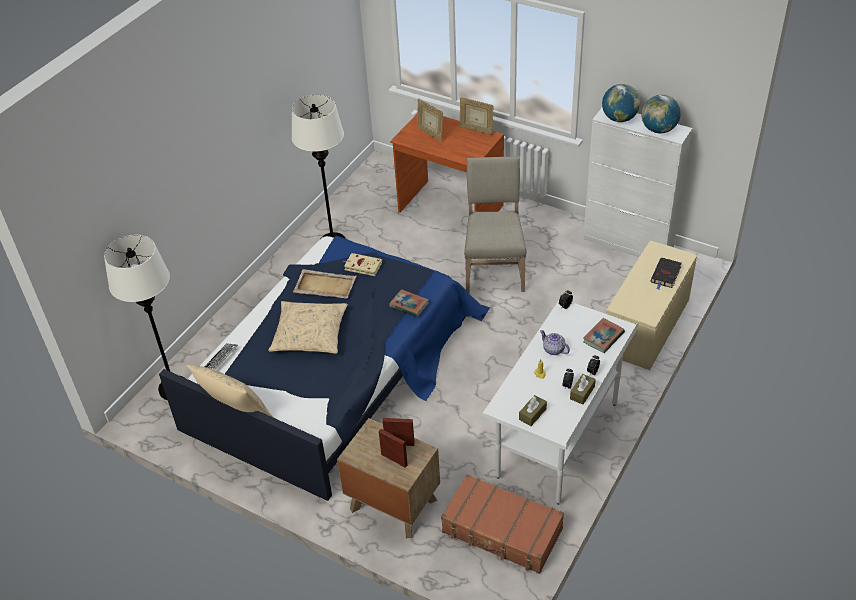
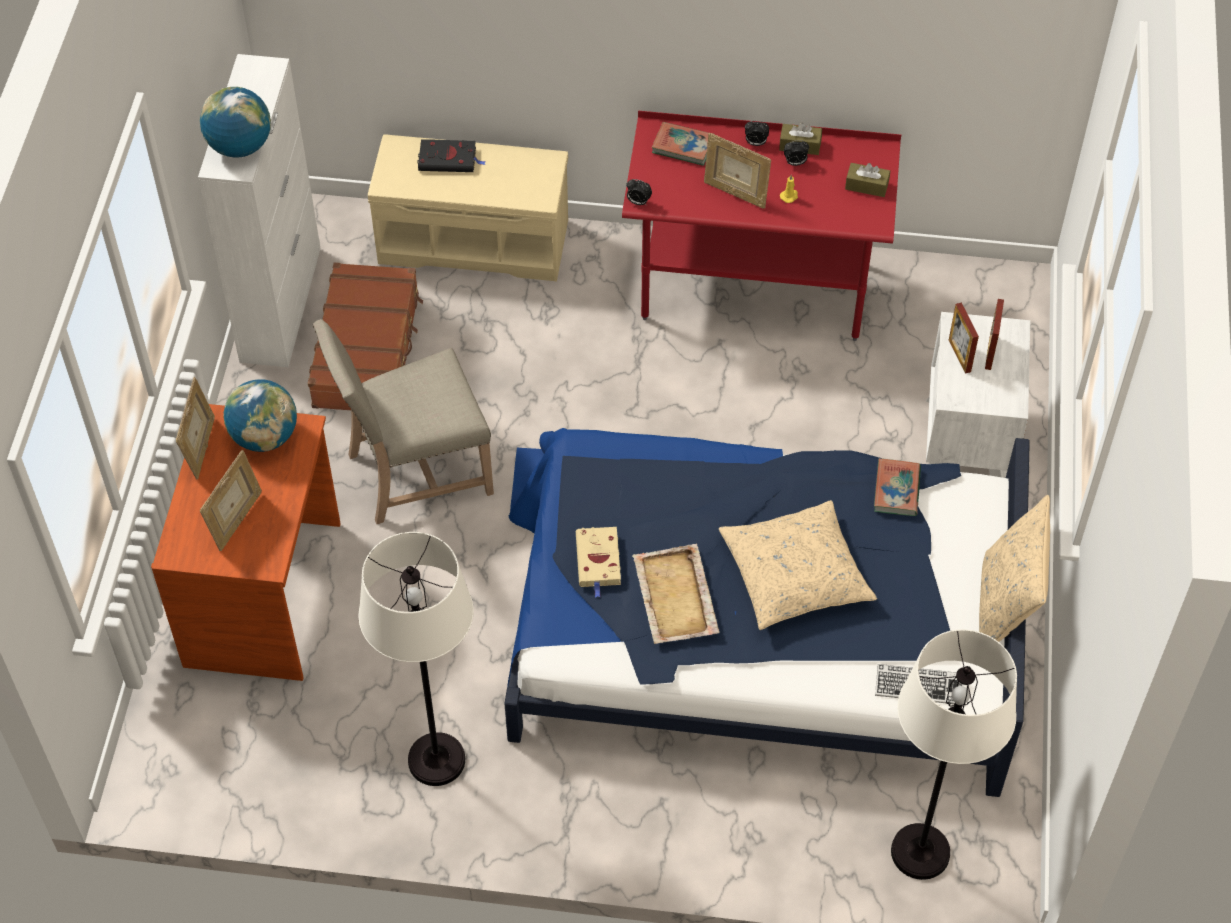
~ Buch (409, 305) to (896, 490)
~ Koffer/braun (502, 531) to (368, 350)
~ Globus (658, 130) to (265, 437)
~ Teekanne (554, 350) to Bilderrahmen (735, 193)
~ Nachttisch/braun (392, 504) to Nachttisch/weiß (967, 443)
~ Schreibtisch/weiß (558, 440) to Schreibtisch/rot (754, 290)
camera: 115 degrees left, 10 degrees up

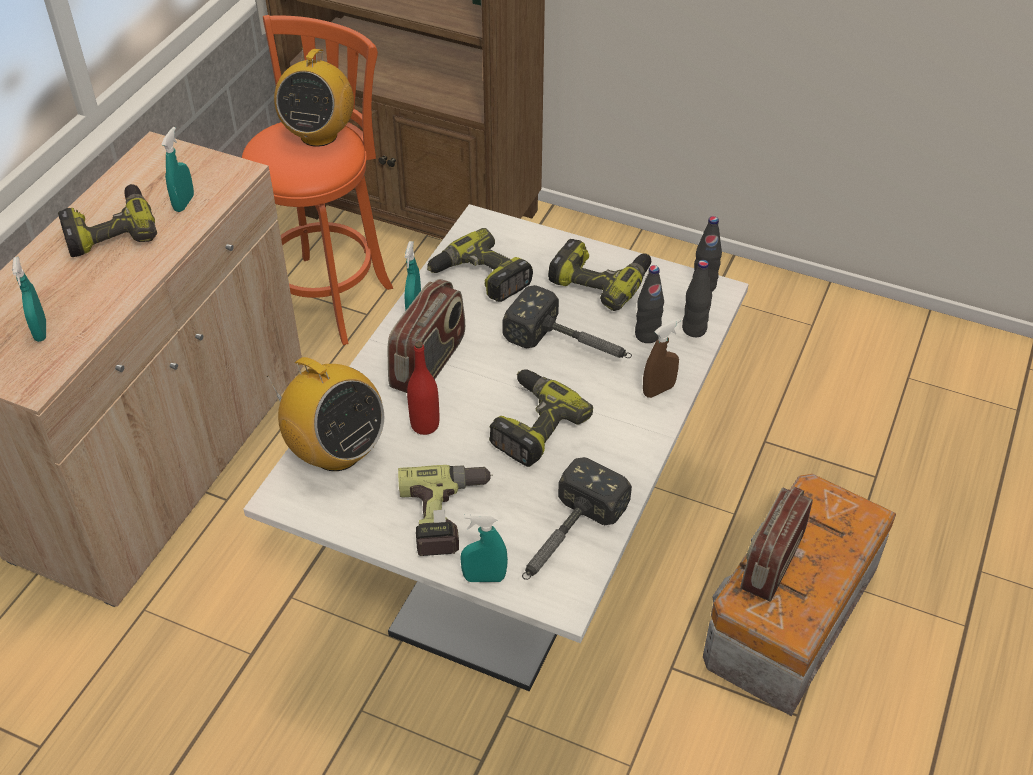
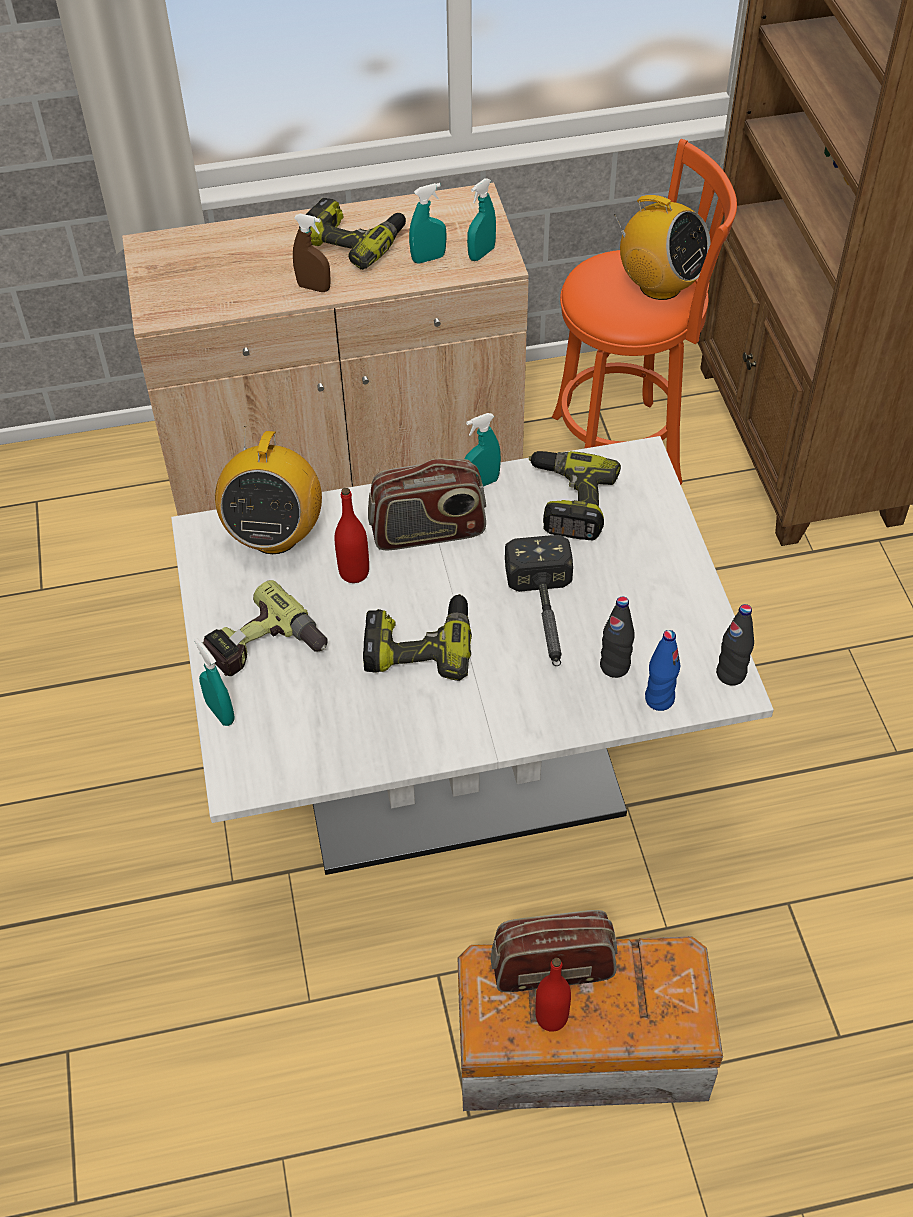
- Hammer (565, 539)
- Bohrmaschine (600, 280)
+ Flasche/rot (551, 1017)
~ Sprühflasche/türkis (41, 331) to (481, 254)
~ Sprühflasche/braun (658, 390) to (314, 287)
~ Flasche/schwarz (694, 329) to Flasche/blau (659, 699)
~ Radio (319, 135) = (659, 286) 120 degrees counterclockwise
camera: 55 degrees right, 5 degrees up

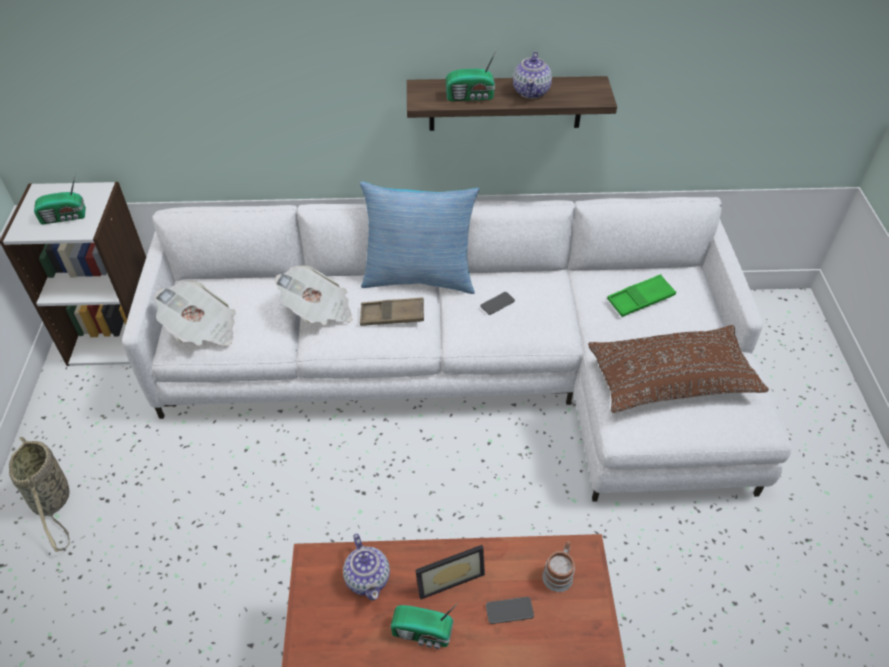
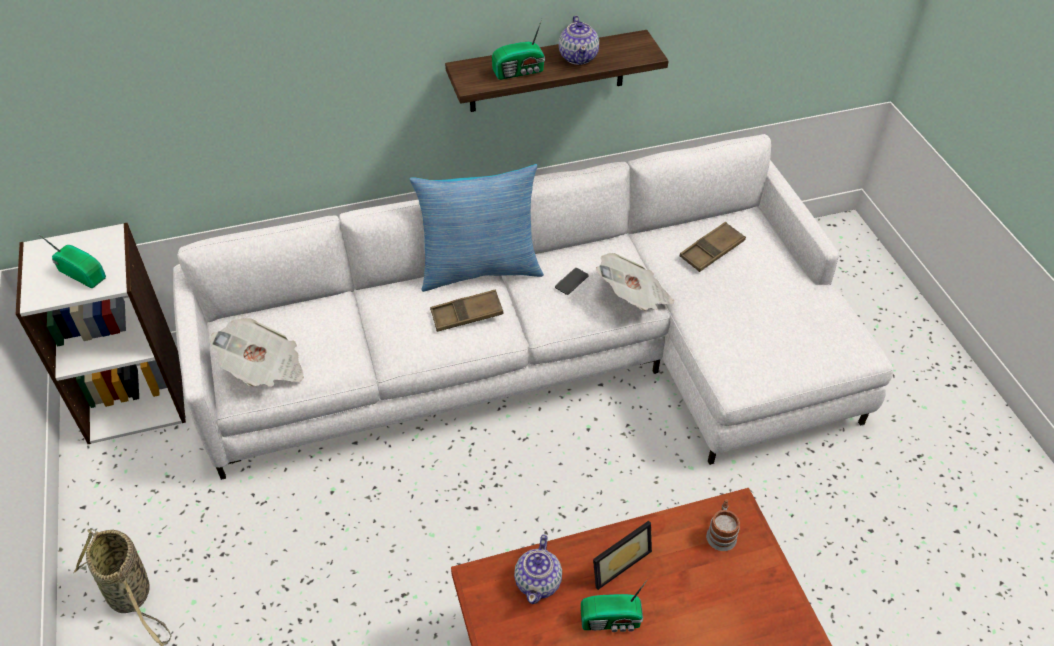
- Handy (509, 610)
- Kissen/braun (671, 380)
~ Zeitung (318, 310) to (634, 297)
~ Tablett/grün (640, 299) to Tablett/braun (712, 251)
~ Radio (65, 217) = (82, 273) 120 degrees counterclockwise
~ Teekanne (368, 578) = (538, 582) 45 degrees clockwise
camera: 15 degrees left, 0 degrees up

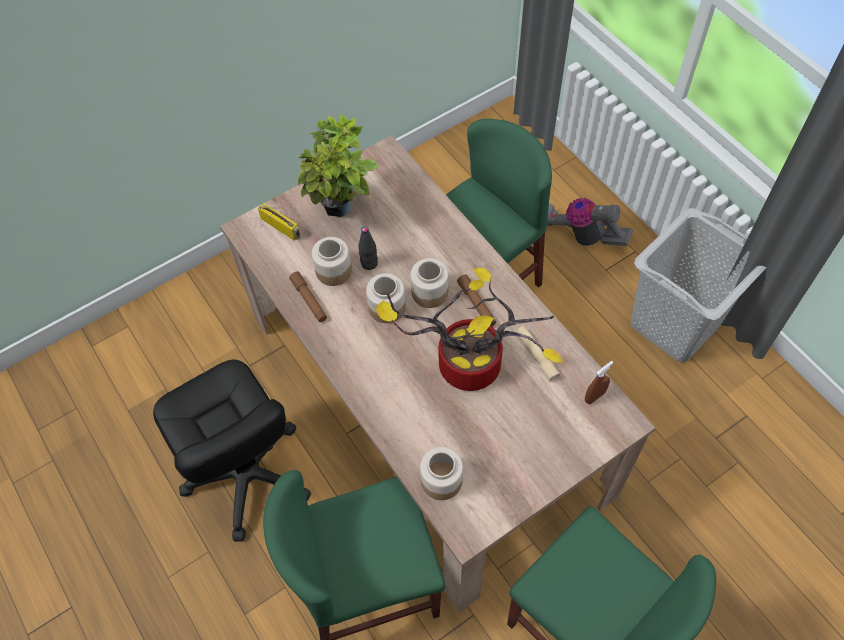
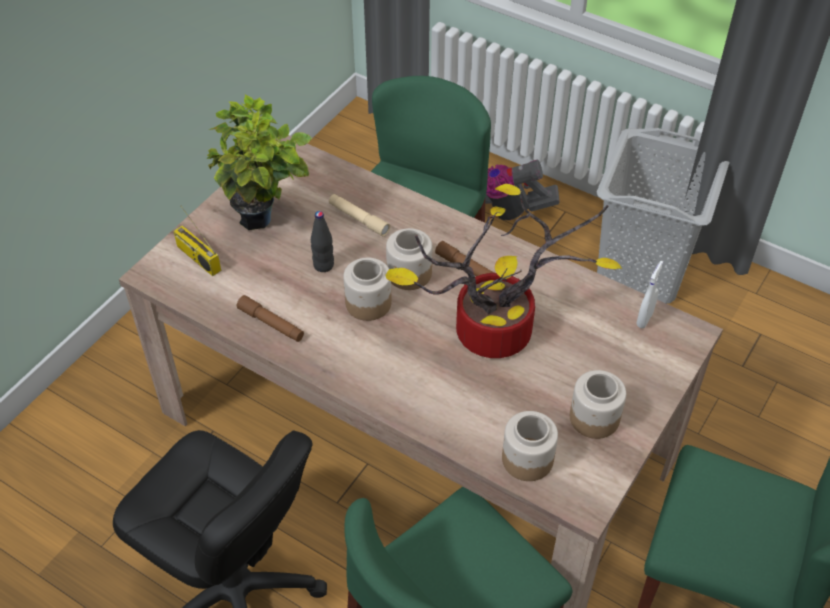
~ Vorratsglas (333, 271) to (594, 418)
~ Taschenlampe/beige (537, 356) to (358, 219)
~ Sprühflasche/braun (594, 396) to Sprühflasche/weiß (644, 319)
~ Radio (281, 227) = (197, 258) 150 degrees counterclockwise
camera: 25 degrees left, 10 degrees down

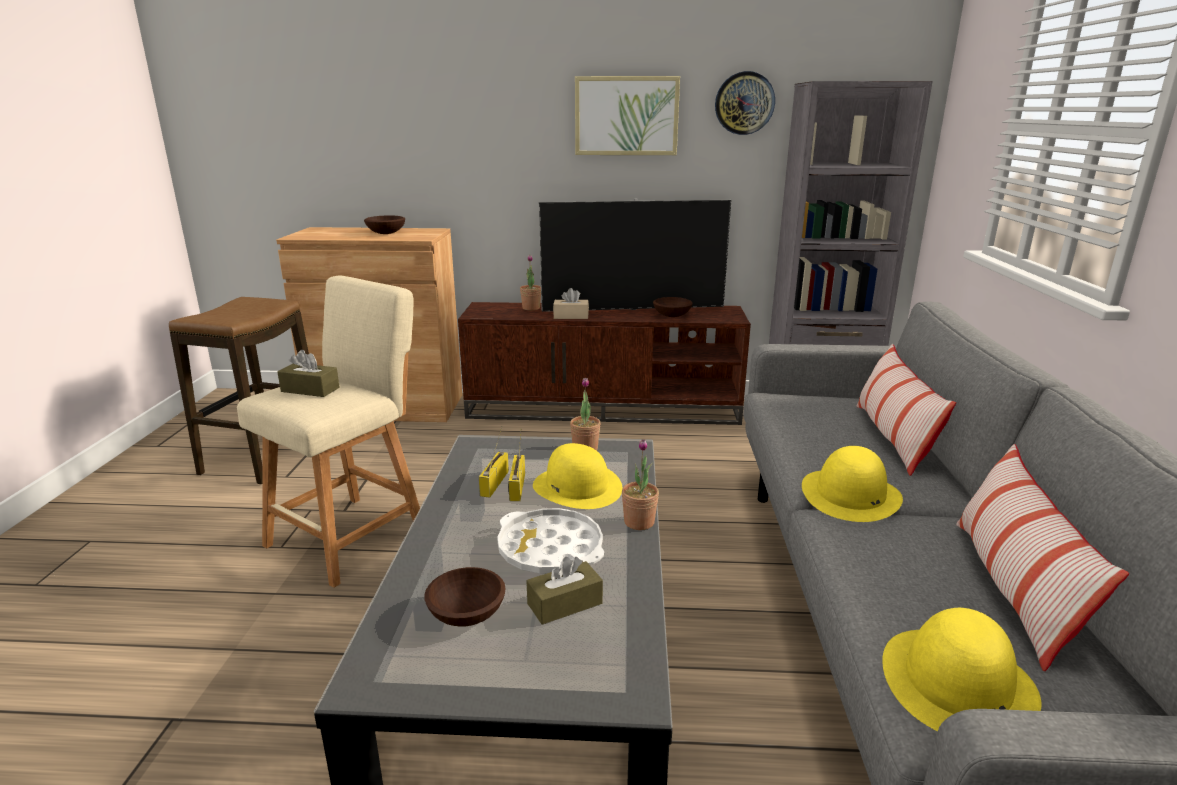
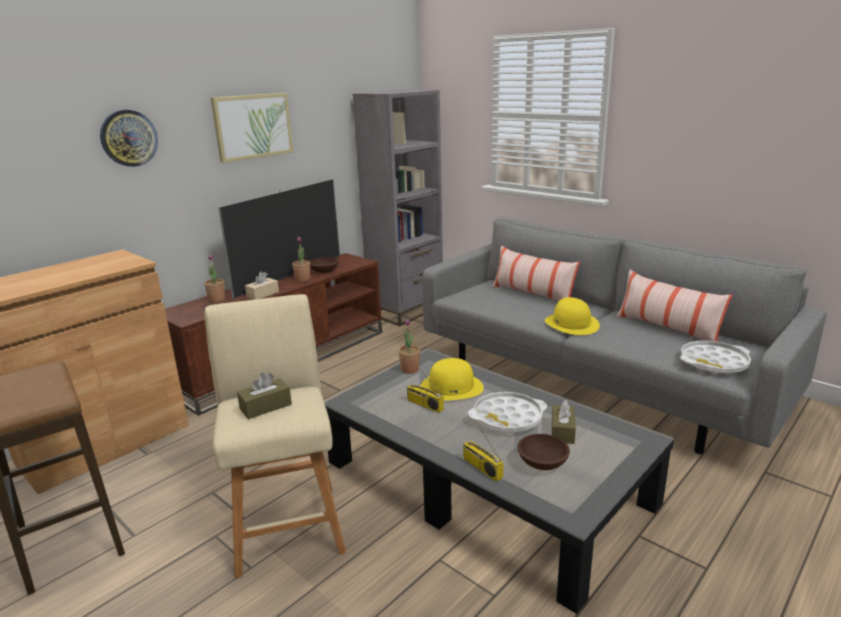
- Schüssel/braun (385, 233)
~ Radio (494, 482) to (481, 468)
~ Topfpflanze (639, 522) to (302, 279)
~ Wanduhr (744, 103) to (129, 138)
~ Hut/gelb (957, 683) to Tablett/weiß (713, 362)
camera: 50 degrees left, 0 degrees up

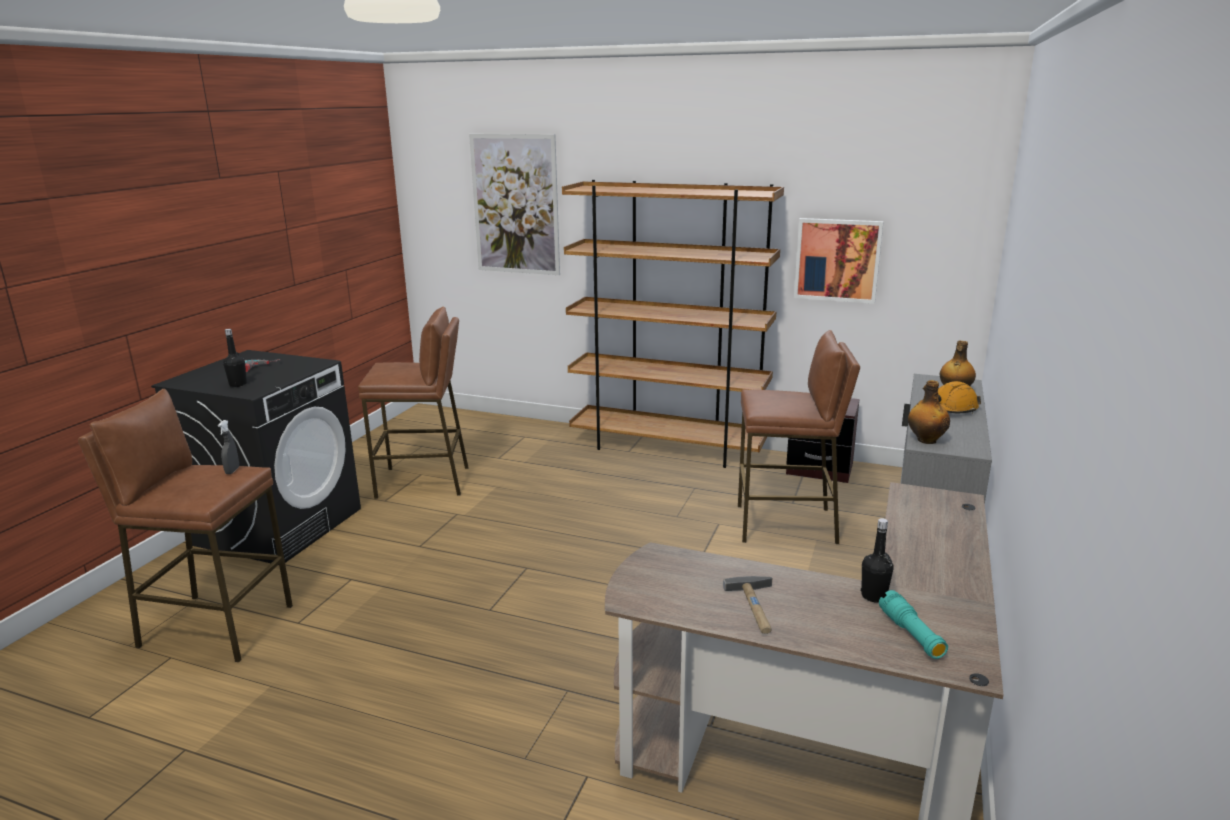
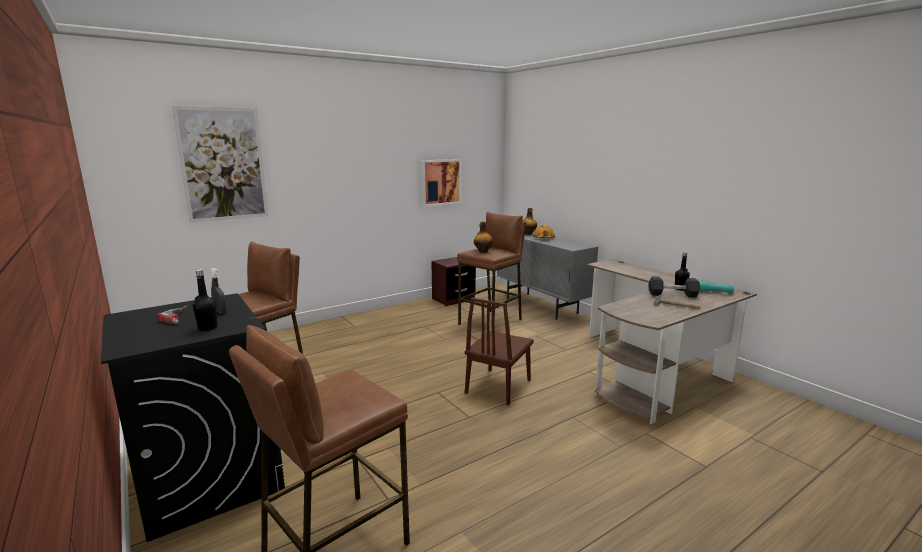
- Bücherregal/braun (668, 448)
+ Stuhl/braun (498, 386)
+ Hantel/schwarz (672, 295)
~ Sprühflasche/grau (232, 471) to (220, 312)
~ Flasche (926, 440) to (483, 251)
camera: 55 degrees left, 5 degrees down

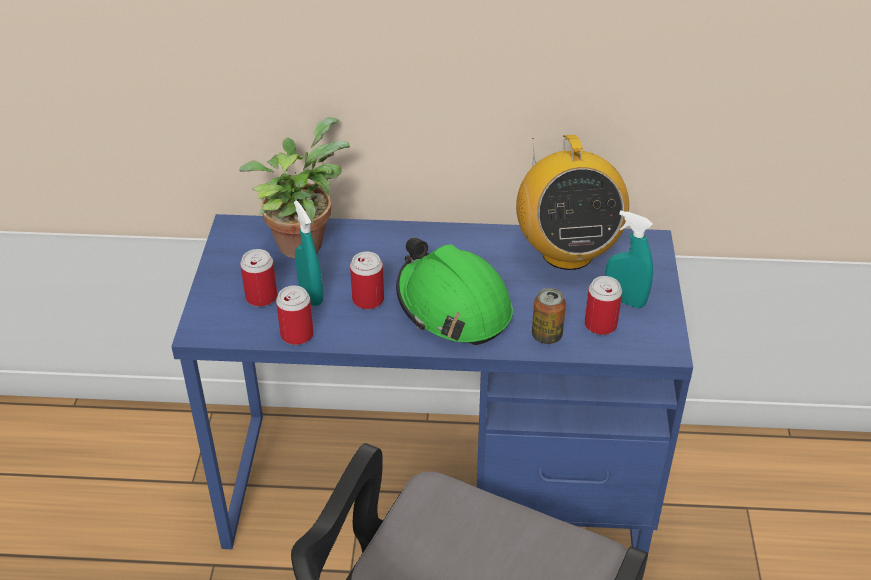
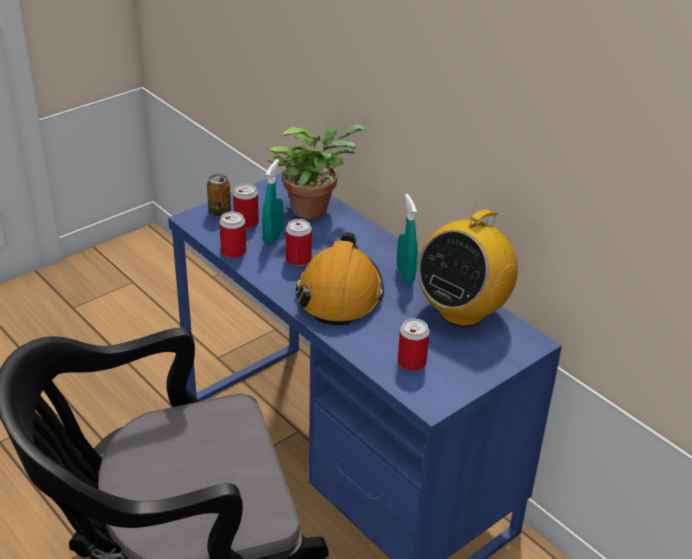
~ Dose (546, 336) to (219, 212)
~ Sprühflasche/türkis (624, 300) to (405, 275)
~ Schutzhelm/grün (453, 306) to Schutzhelm/orange (339, 293)
camera: 45 degrees right, 5 degrees down

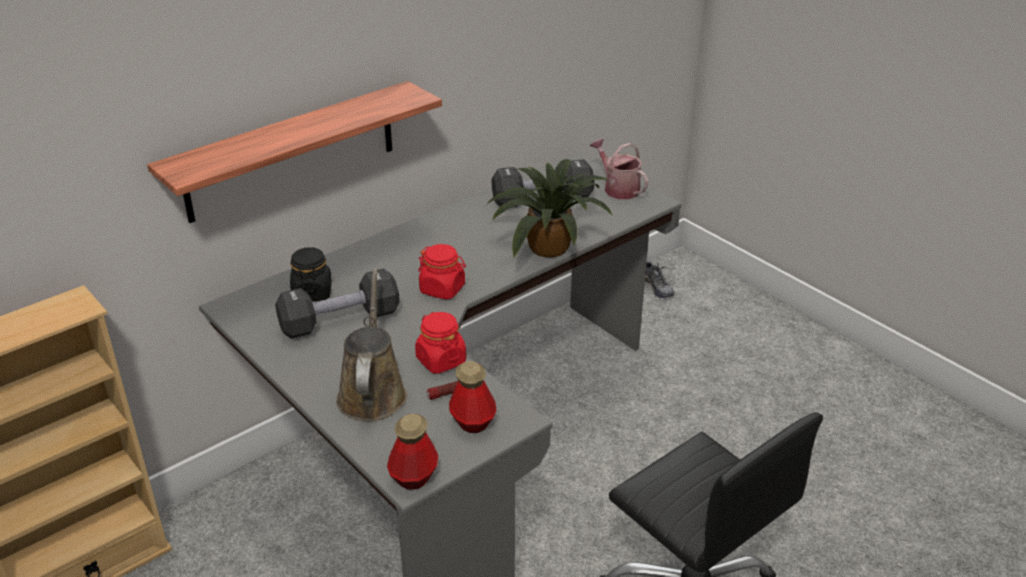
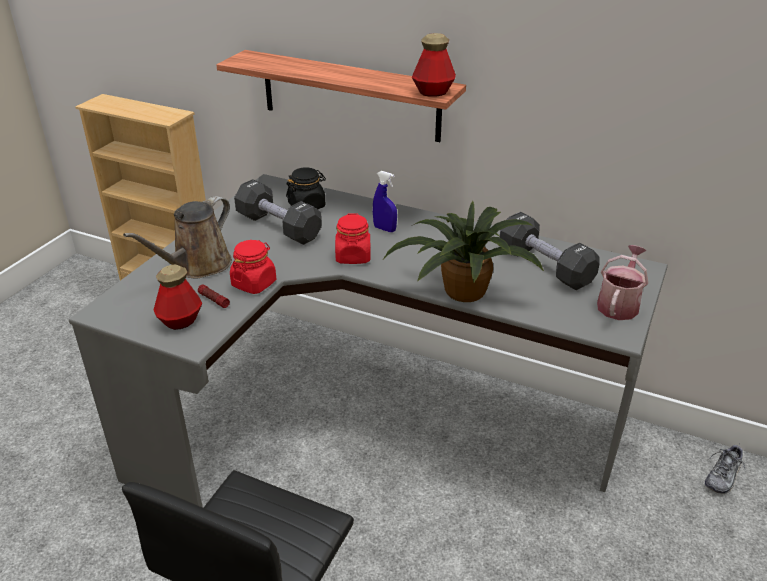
+ Sprühflasche/blau (384, 229)
~ Flasche (414, 477) to (433, 92)
~ Gießkanne/braun (372, 392) = (198, 266) 150 degrees clockwise
camera: 65 degrees right, 0 degrees up

